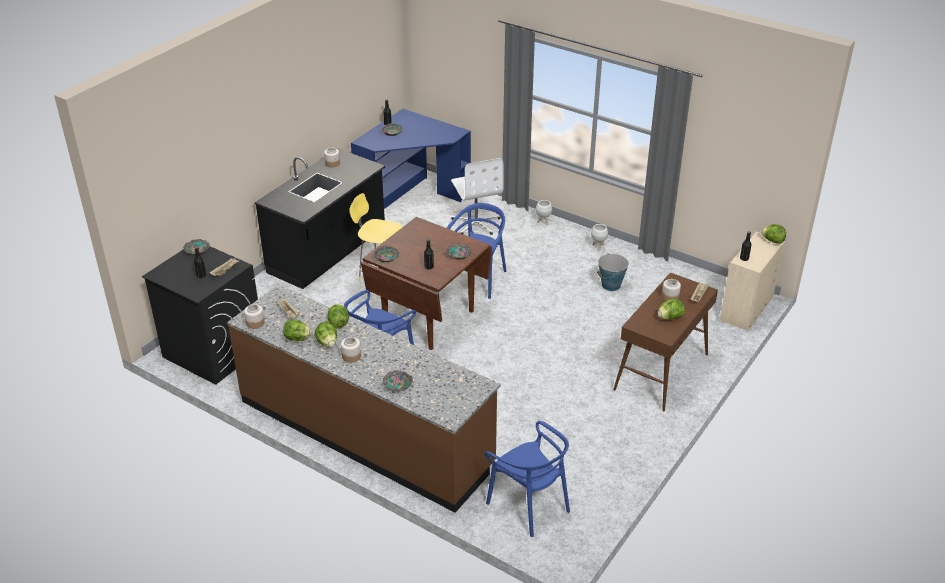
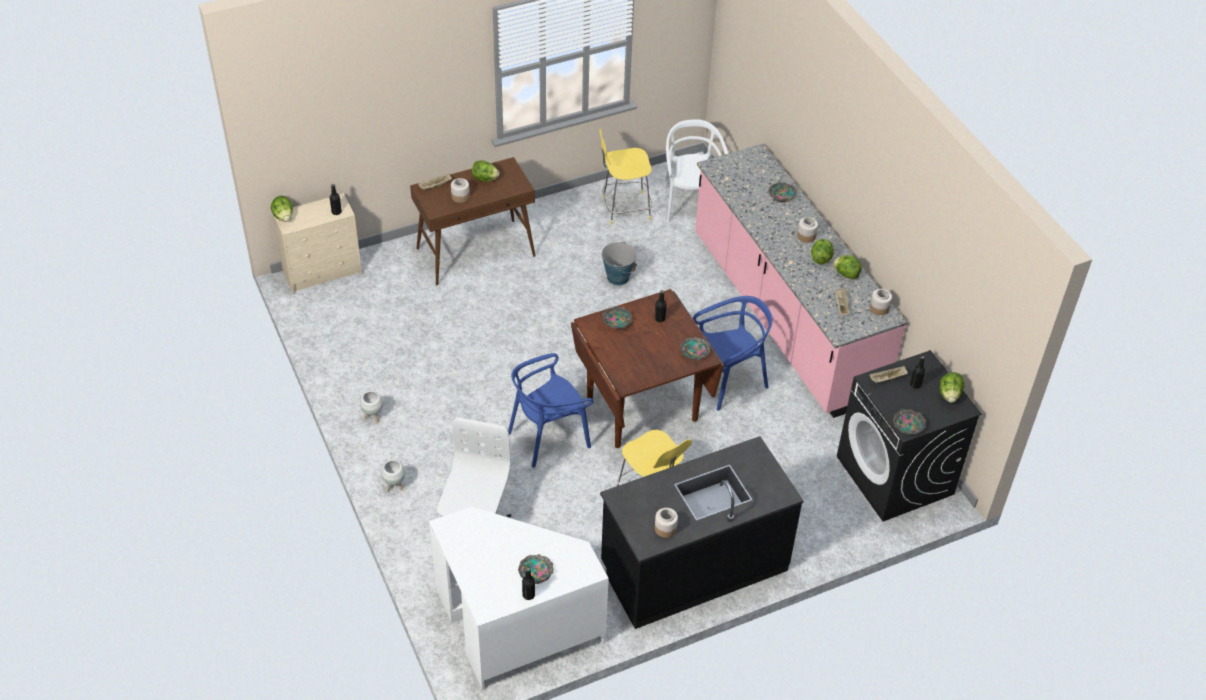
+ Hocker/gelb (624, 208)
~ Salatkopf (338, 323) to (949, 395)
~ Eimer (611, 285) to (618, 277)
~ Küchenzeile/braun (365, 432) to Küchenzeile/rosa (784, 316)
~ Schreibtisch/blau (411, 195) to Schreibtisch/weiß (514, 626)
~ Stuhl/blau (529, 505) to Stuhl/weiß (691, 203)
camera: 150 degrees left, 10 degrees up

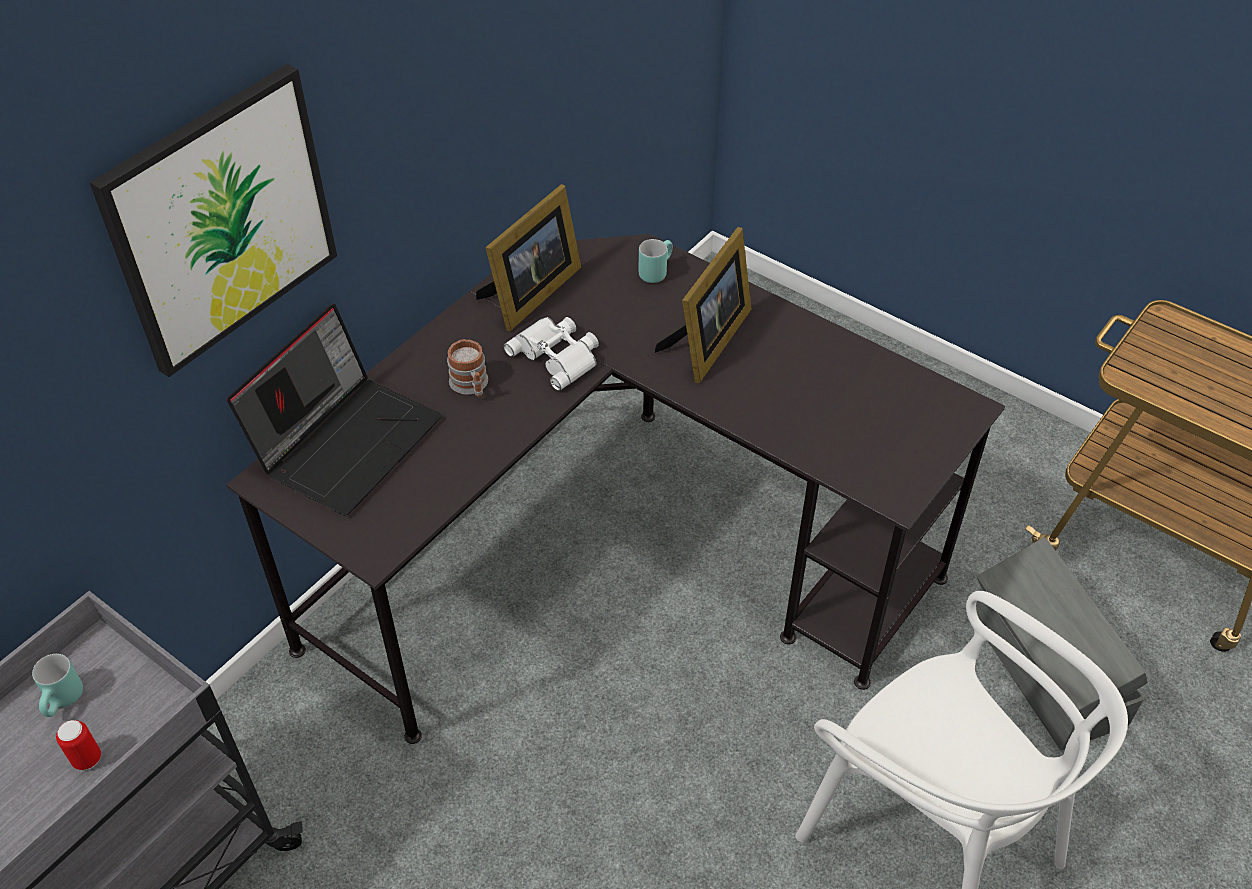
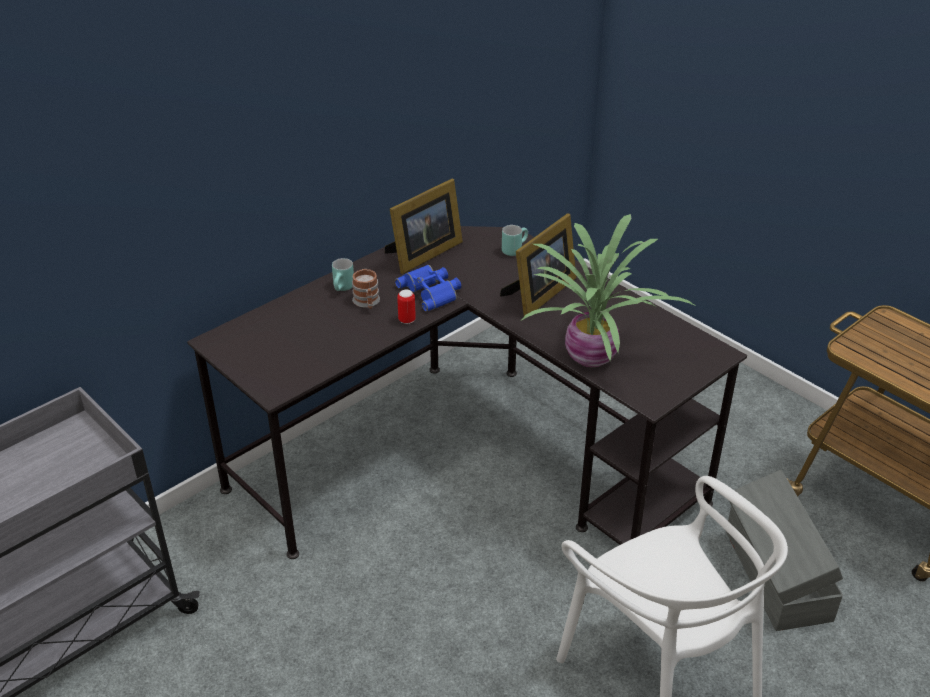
- Bild (221, 220)
- Laptop (347, 440)
+ Topfpflanze (593, 358)
~ Henkelbecher/türkis (65, 701) to (344, 289)
~ Dose (87, 759) to (407, 320)
~ Fernglas/weiß (558, 355) to Fernglas/blau (432, 291)
camera: 10 degrees right, 10 degrees down

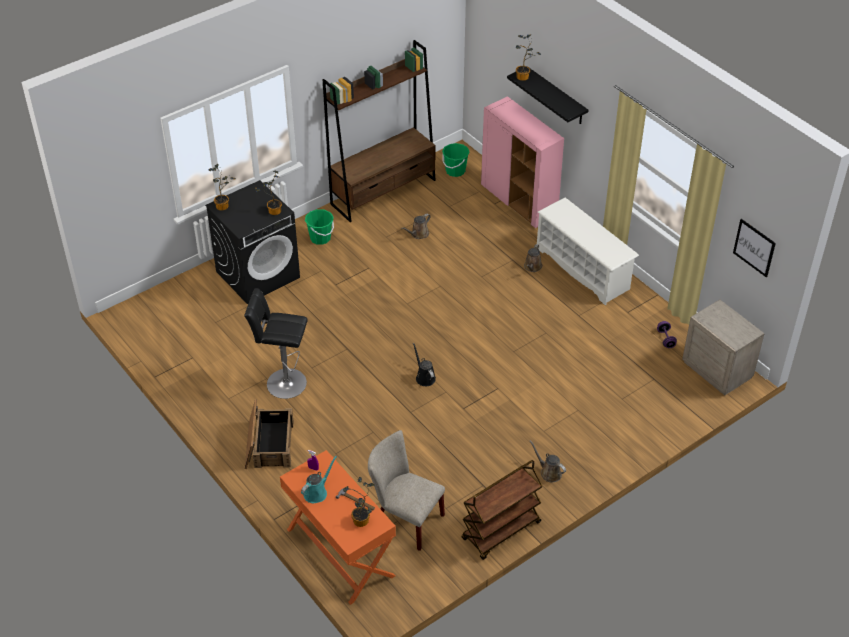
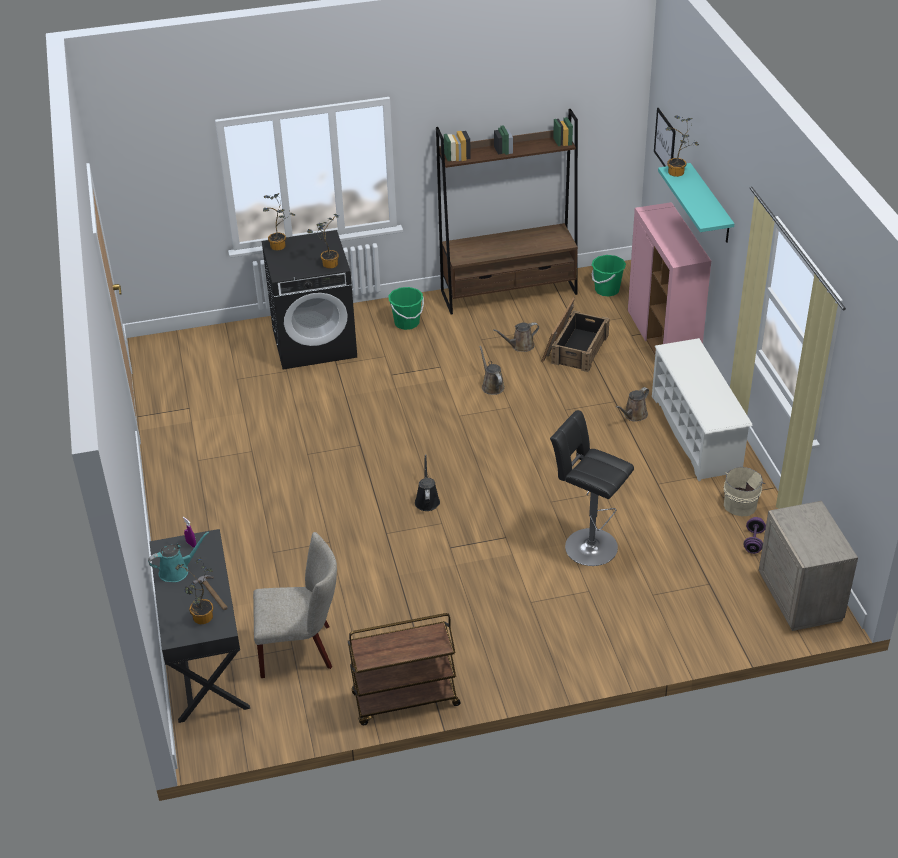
+ Eimer/beige (741, 504)
~ Hocker/schwarz (283, 383) to (587, 545)
~ Kiste (268, 444) to (574, 348)
~ Gießkanne/braun (549, 472) to (492, 386)
~ Bild (754, 247) to (665, 141)
~ Schreibtisch/orange (339, 552) to Schreibtisch/schwarz (205, 661)
~ Wandregal/schwarz (556, 96) to Wandregal/türkis (710, 204)
~ Stuhl/beige (404, 519) = (301, 649) 120 degrees clockwise
camera: 25 degrees right, 5 degrees down

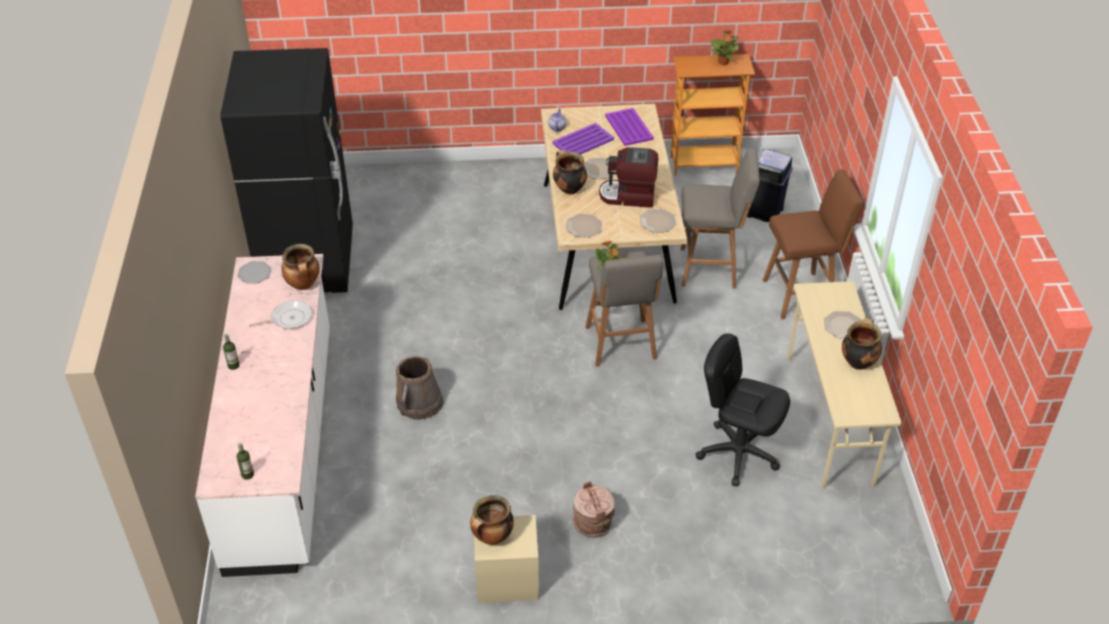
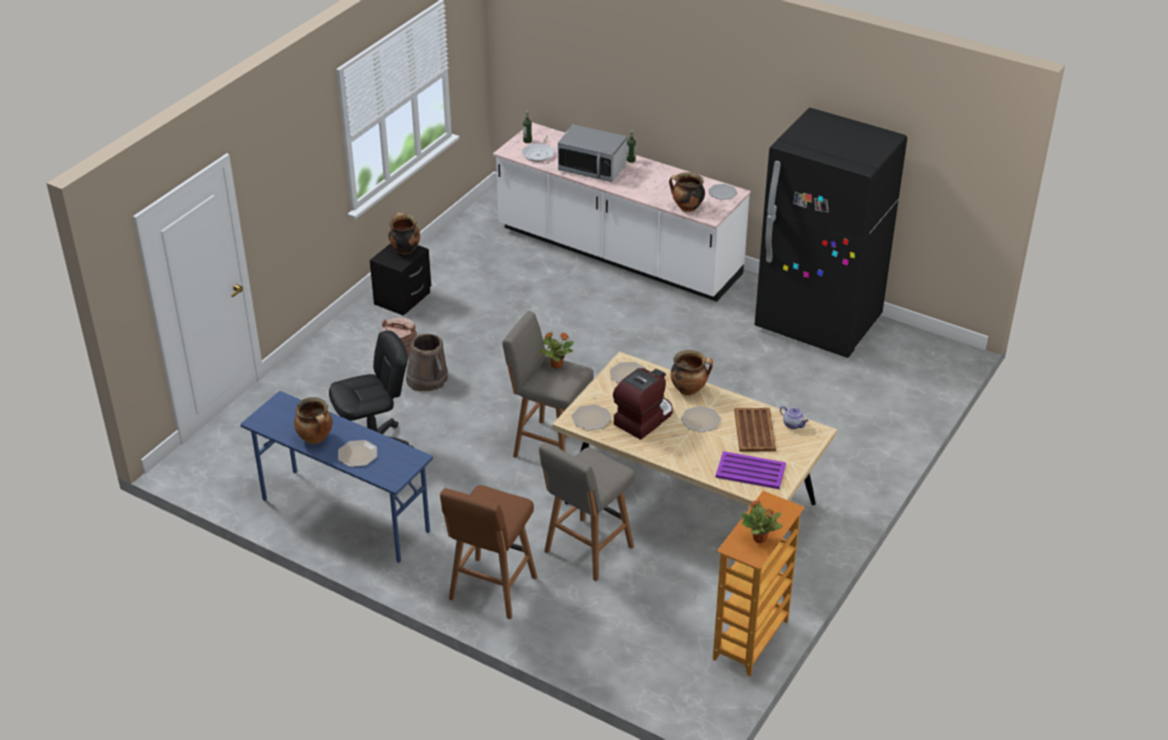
- Mülleimer/blau (766, 213)
+ Mikrowelle (592, 168)
~ Pfanne (289, 318) to (539, 154)
~ Eimer/braun (419, 403) to (427, 379)
~ Nachttisch/beige (507, 579) to Nachttisch/schwarz (403, 299)
~ Tablett/lila (582, 141) to Tablett/braun (754, 430)
~ Schreibtisch/beige (829, 420) to Schreibtisch/blau (344, 515)
camera: 125 degrees right, 5 degrees down

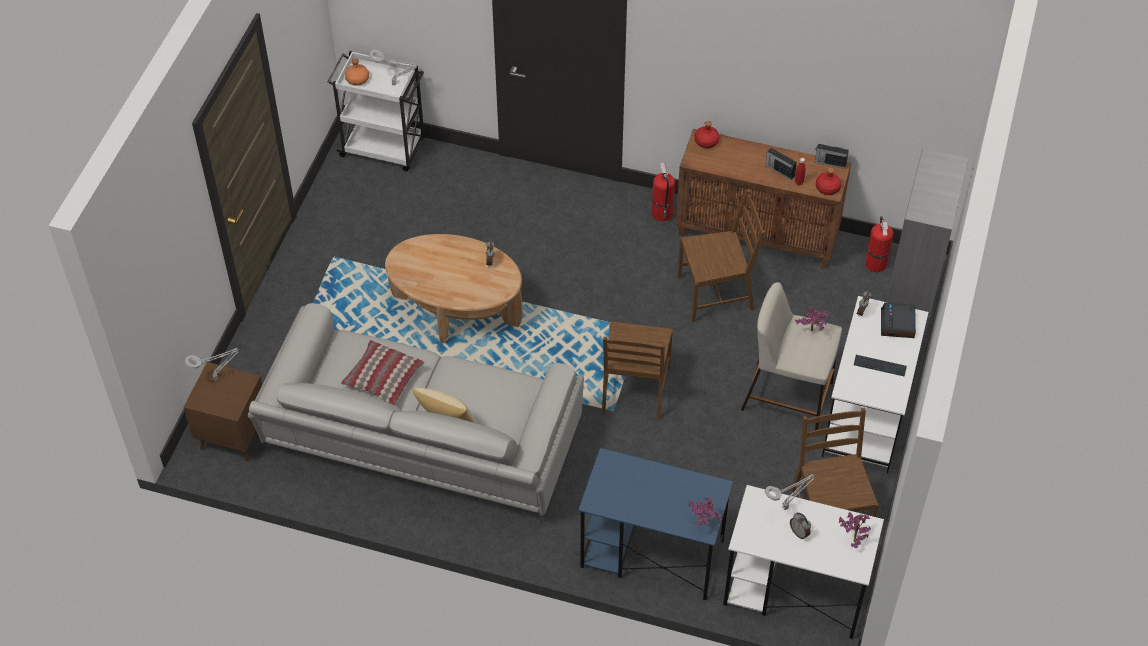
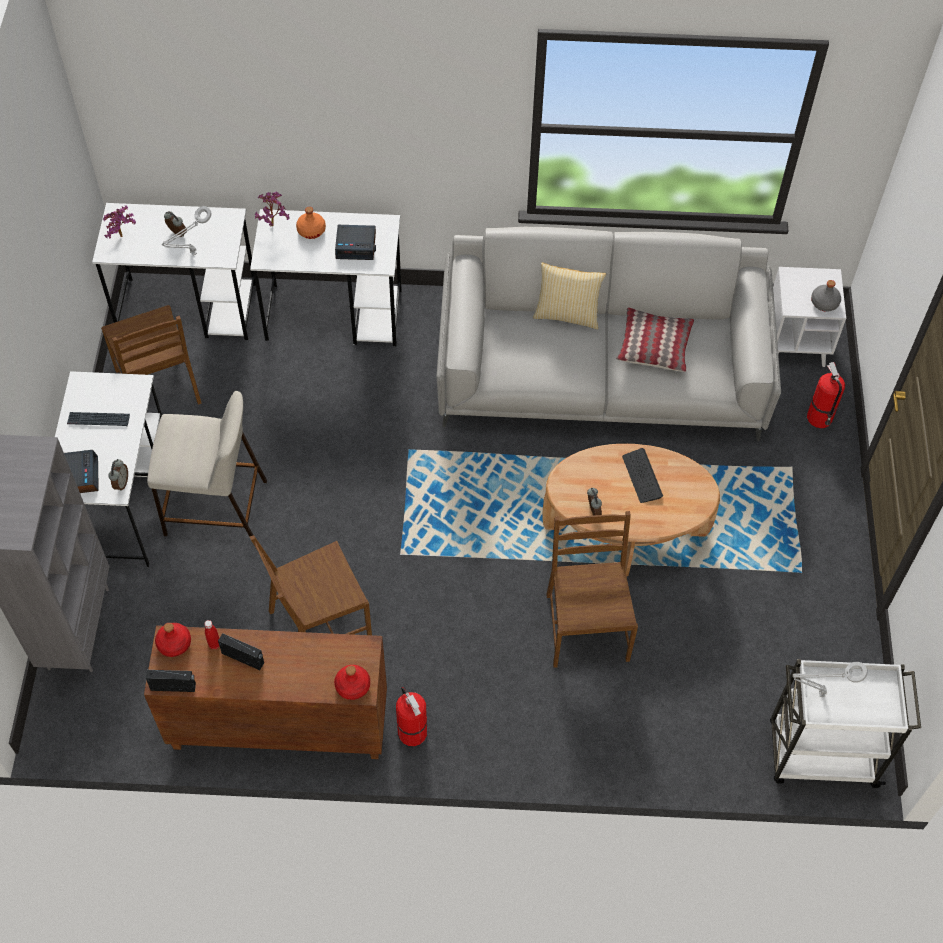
- Topfpflanze (812, 332)
+ Wecker (356, 245)
+ Tastatur (642, 476)
~ Flasche/orange (357, 79) to (311, 230)
~ Stuhl/braun (635, 390) to (585, 626)
~ Feuerlöscher (875, 262) to (820, 418)
~ Tischlampe/grau (217, 378) to Flasche/grau (824, 303)
~ Beistelltisch/braun (233, 435) to Beistelltisch/weiß (795, 344)
~ Schreibtisch/blau (651, 554) to Schreibtisch/weiß (335, 315)
camera: 165 degrees right, 5 degrees up

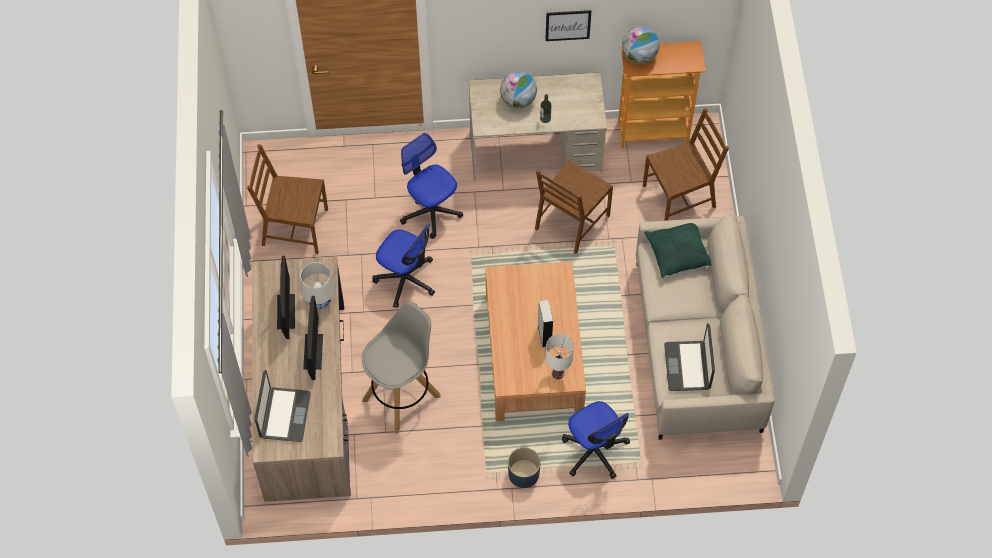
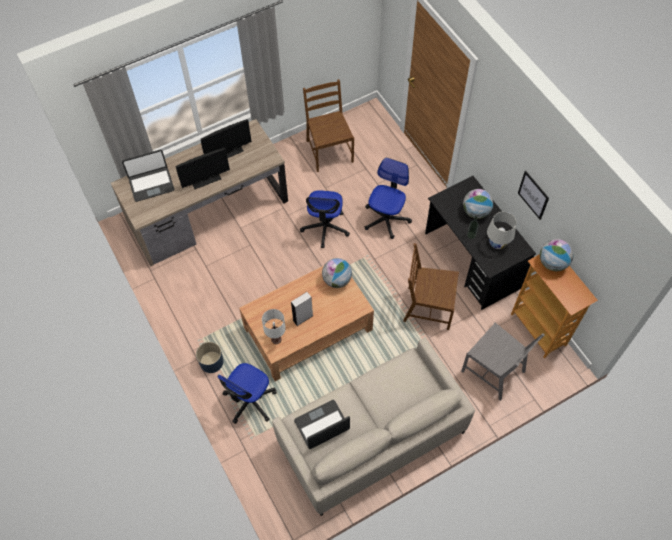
- Hocker/grau (402, 397)
- Kissen/grün (678, 253)
+ Globus (337, 280)
~ Tischlampe/weiß (320, 300) to (497, 243)
~ Schreibtisch/beige (536, 152) to Schreibtisch/schwarz (472, 261)
~ Stuhl/braun (679, 196) to Stuhl/grau (494, 371)
camera: 65 degrees right, 0 degrees up

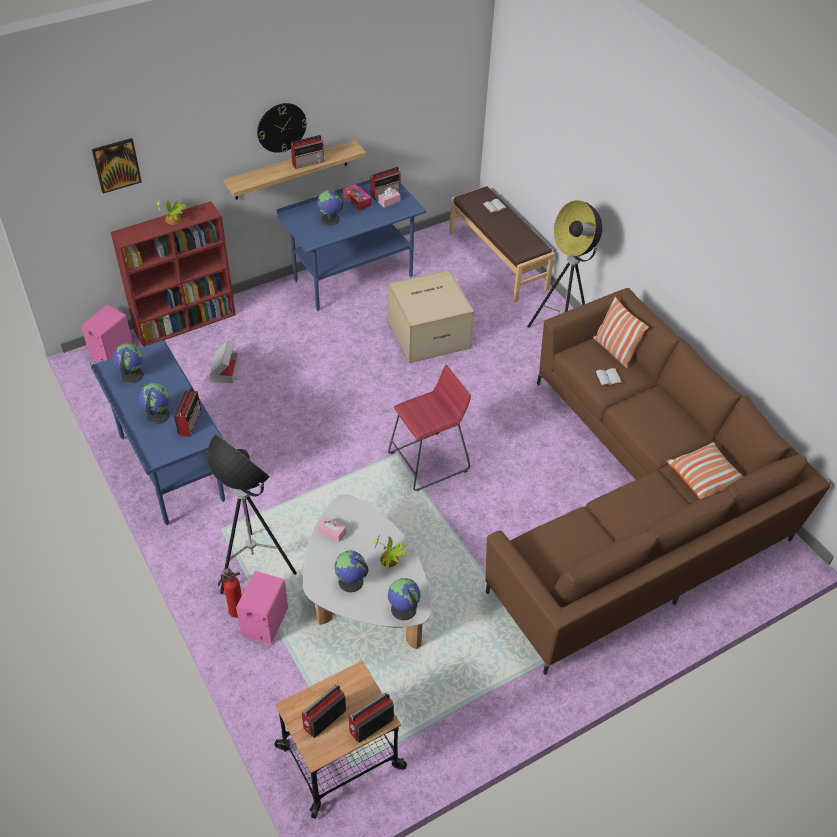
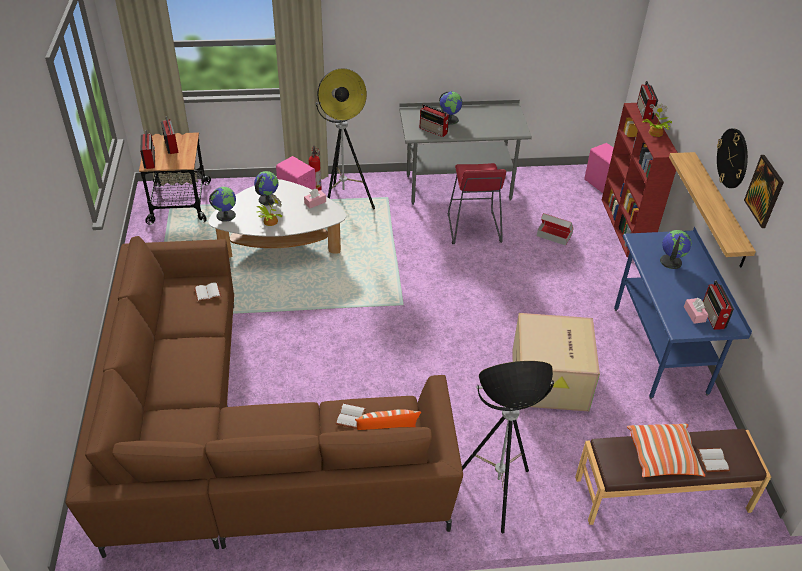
- Globus (131, 375)
- Taschentuchbox (357, 201)
+ Buch/weiß (208, 292)
~ Bild (116, 165) to (764, 191)
~ Radio (308, 162) to (644, 112)
~ Hocker/rot (428, 461) to (473, 228)
~ Kissen (704, 478) to (662, 457)
~ Schreibtisch/blau (171, 469) to Schreibtisch/grau (458, 187)
camera: 115 degrees right, 5 degrees down

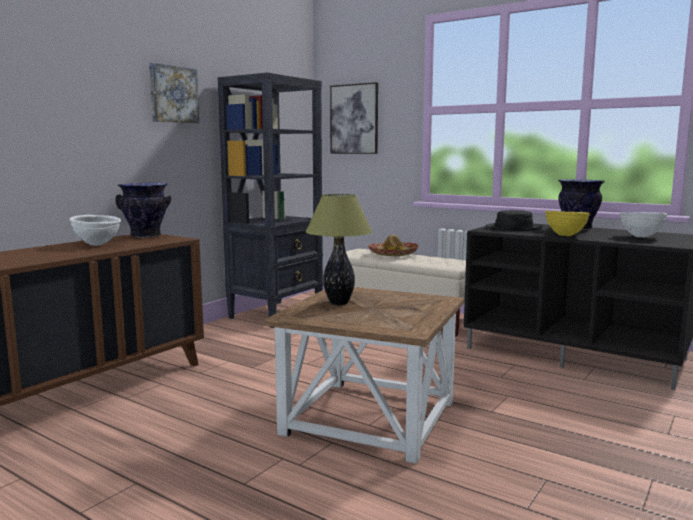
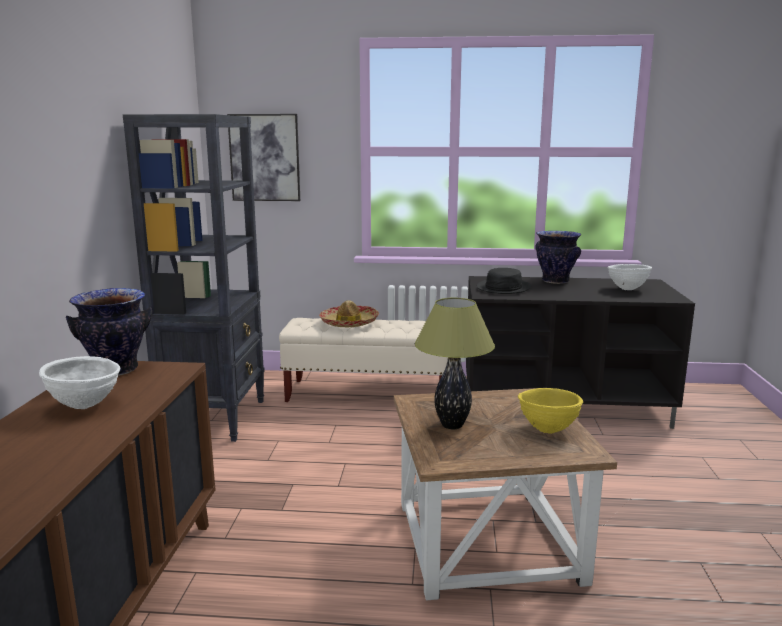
- Bild (173, 94)
~ Schüssel/gelb (565, 236) to (548, 430)
camera: 30 degrees left, 5 degrees up

